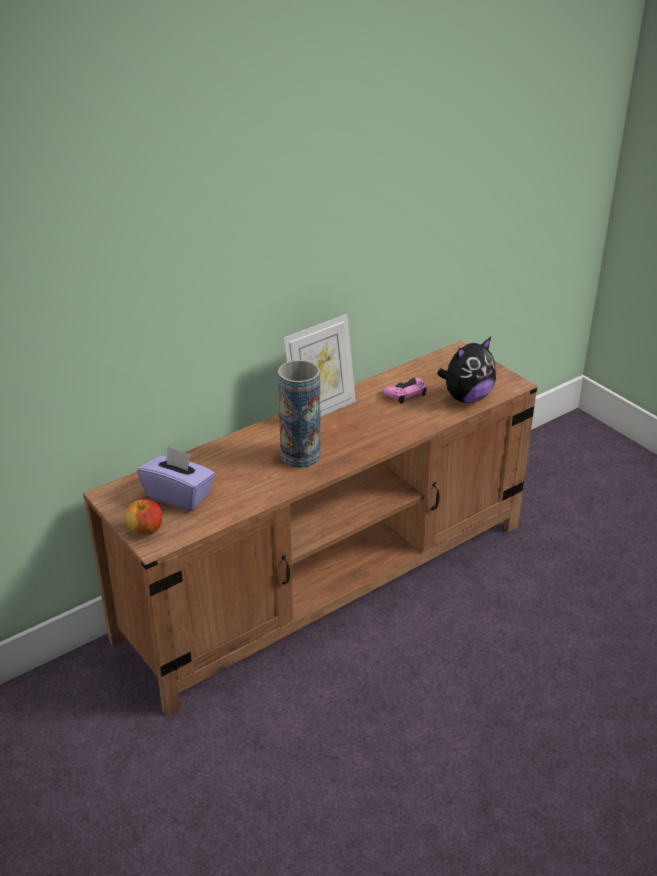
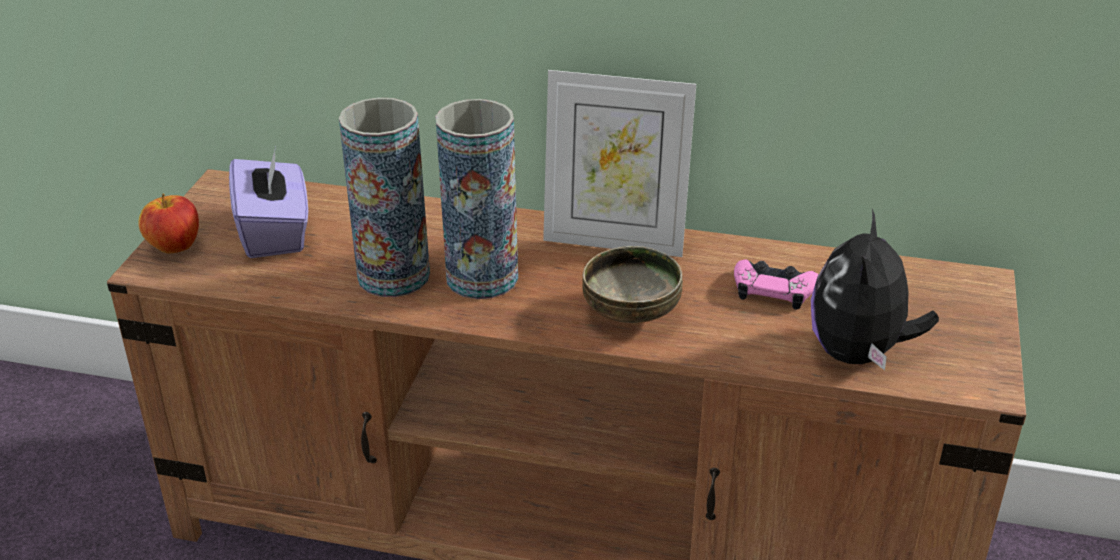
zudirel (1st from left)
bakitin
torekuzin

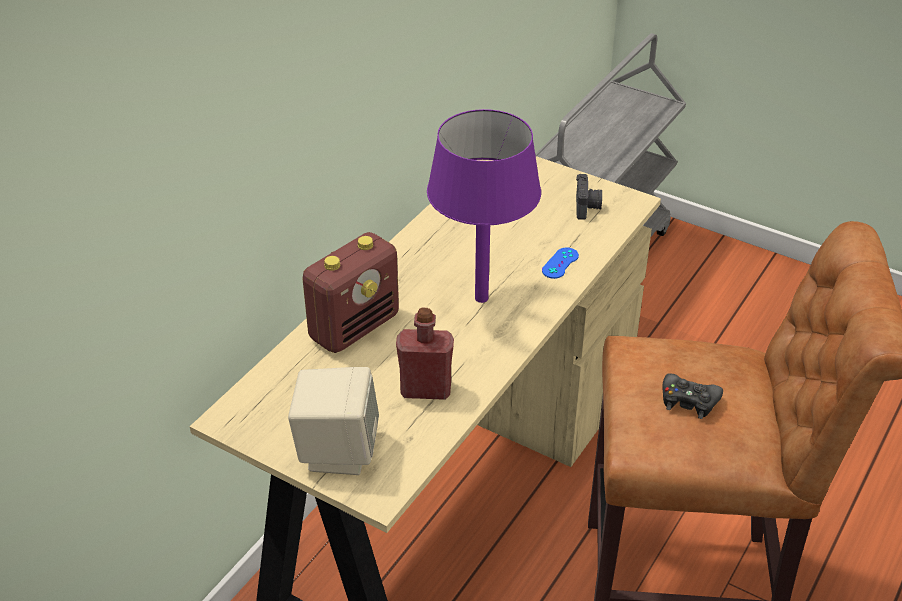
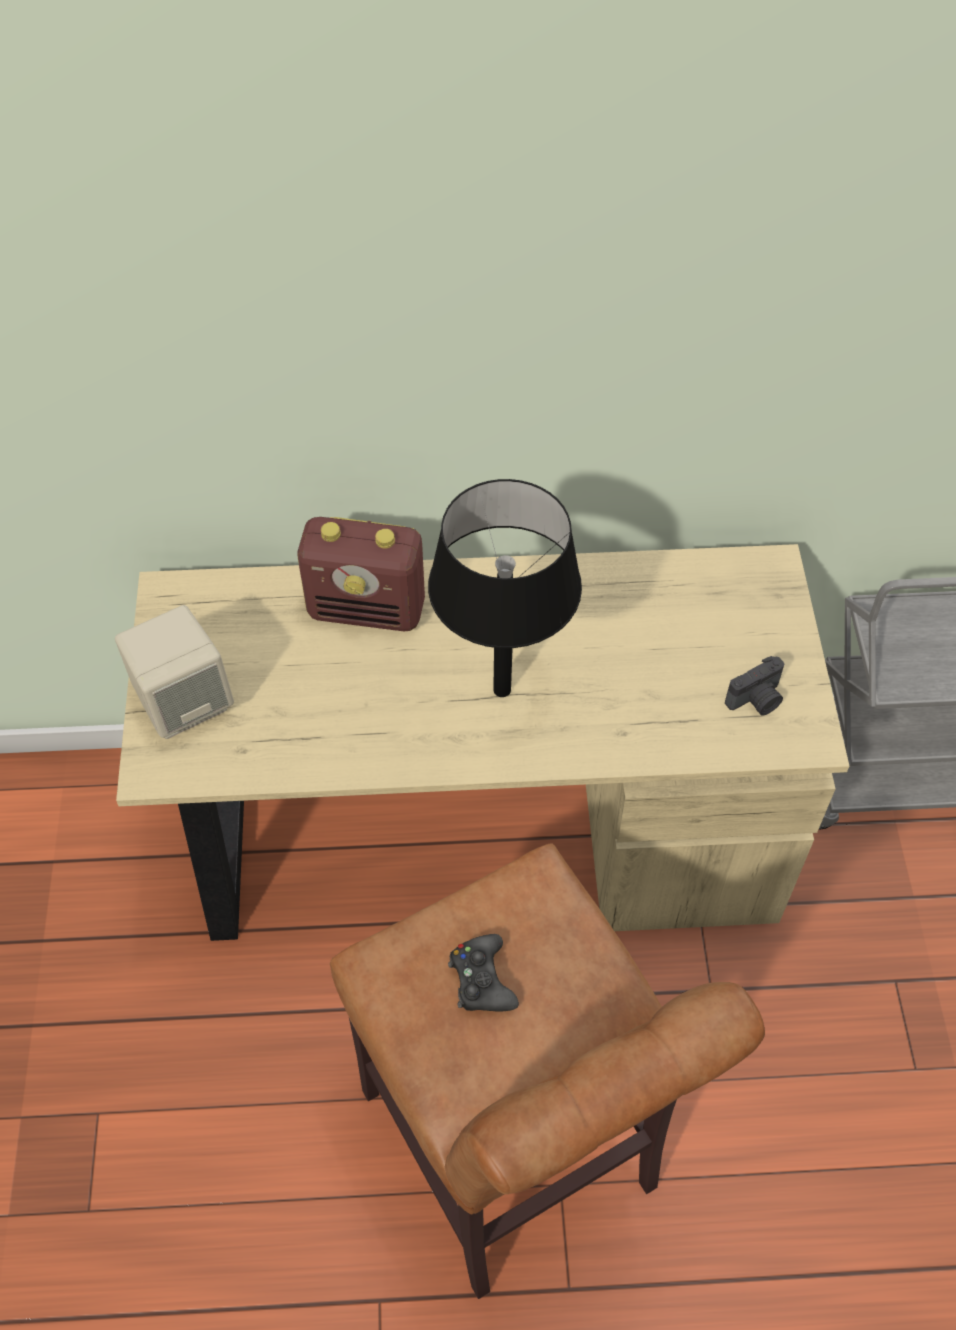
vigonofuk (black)
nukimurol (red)
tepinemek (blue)

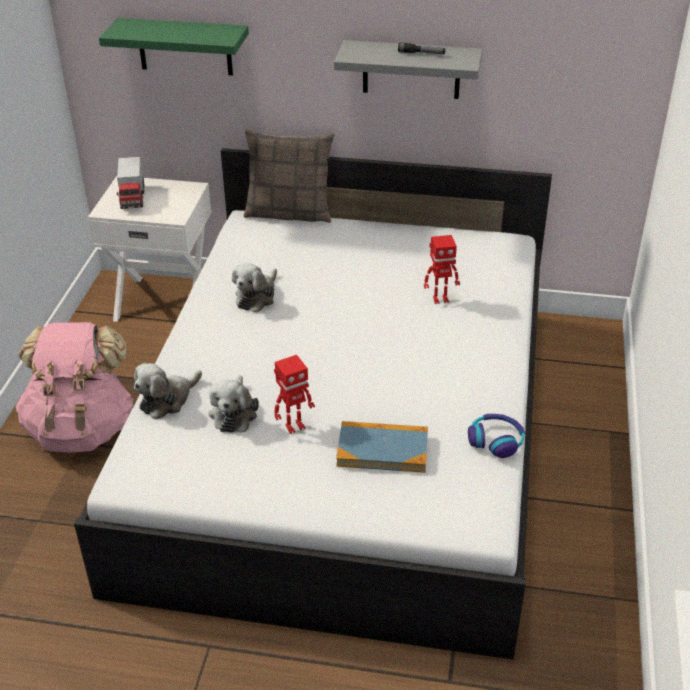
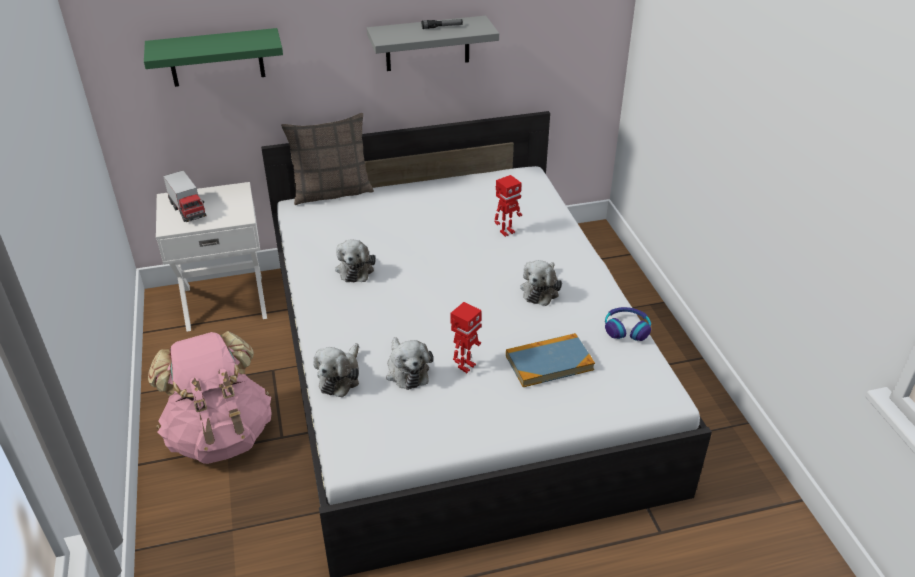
torekuzin (4th from left)

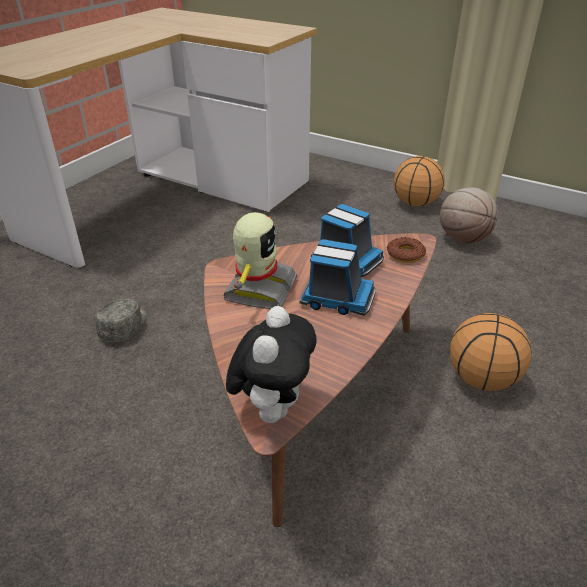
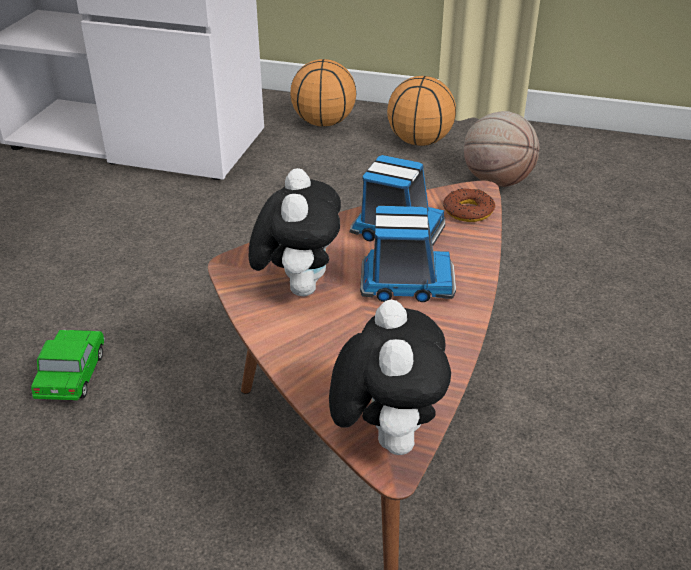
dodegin
torekuzin (1st from left)
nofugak (1st from left)

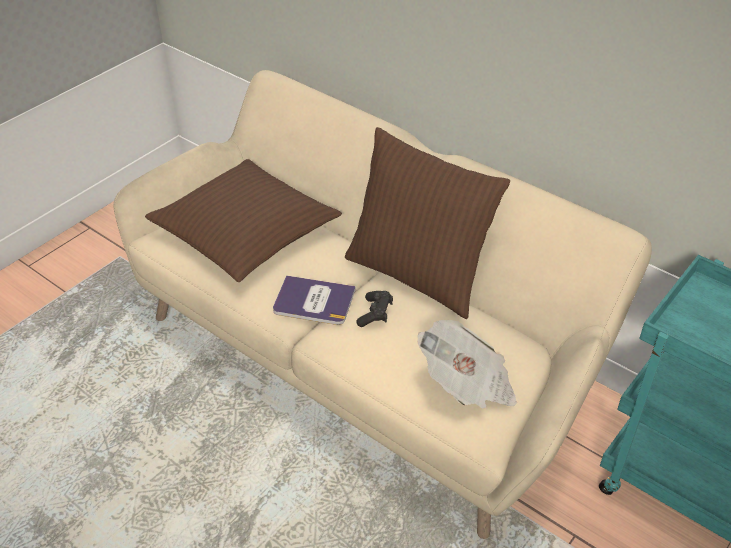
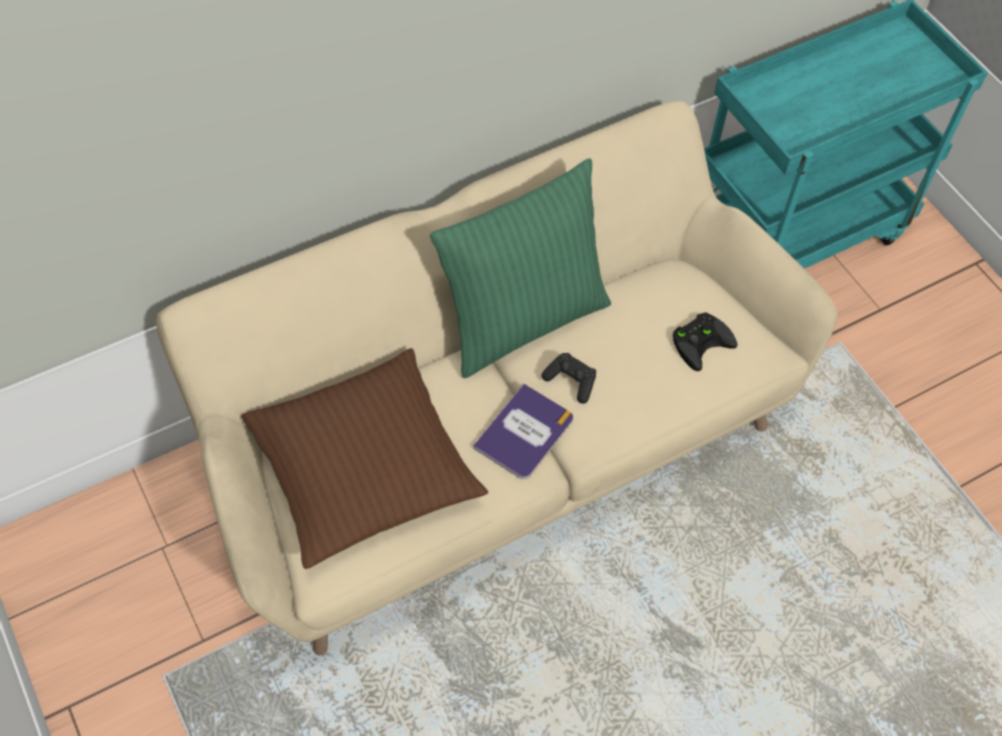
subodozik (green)
tepinemek (black) (2nd from left)

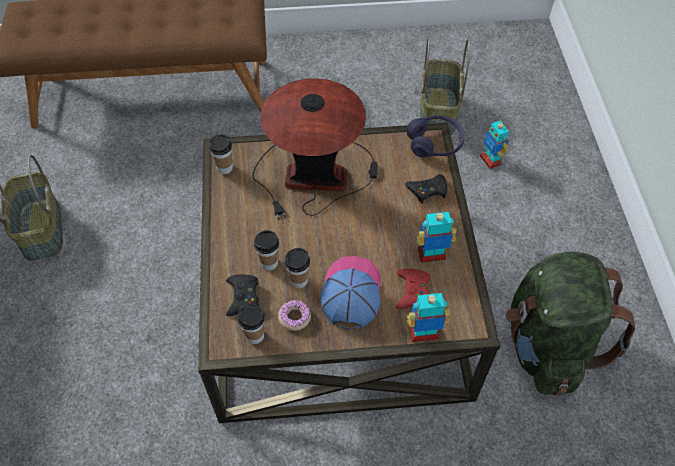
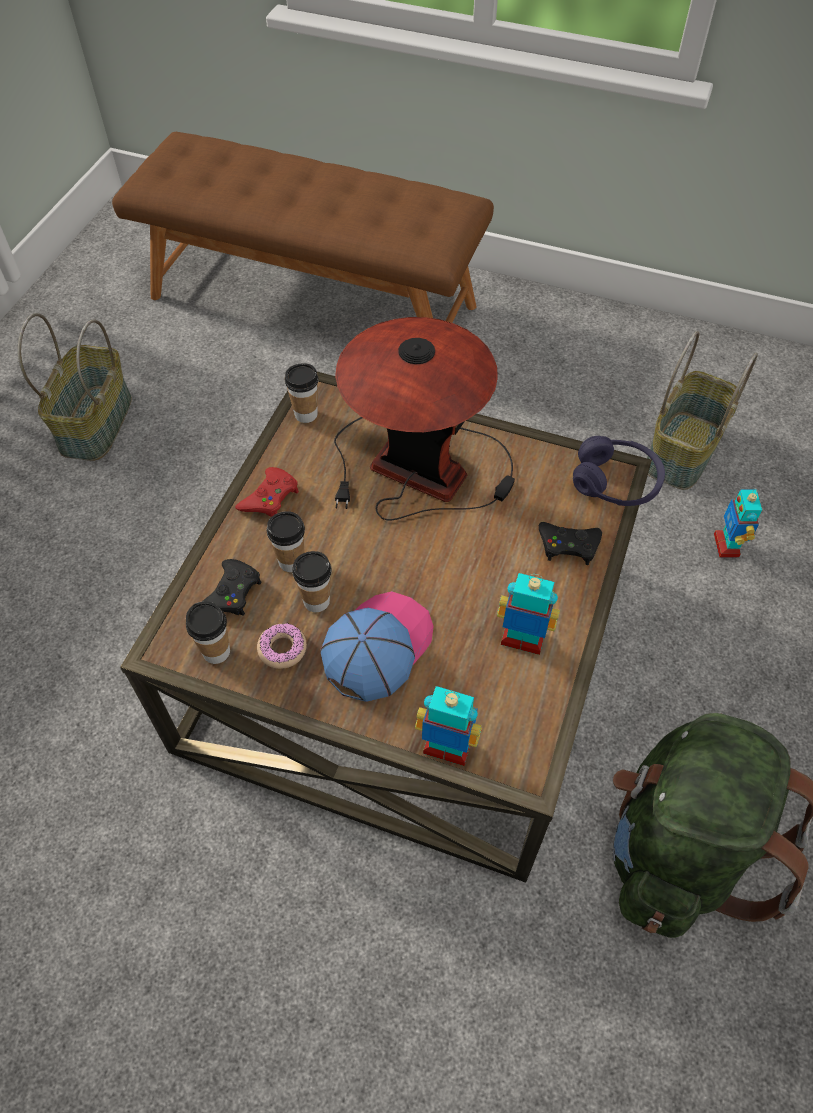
tepinemek (red)

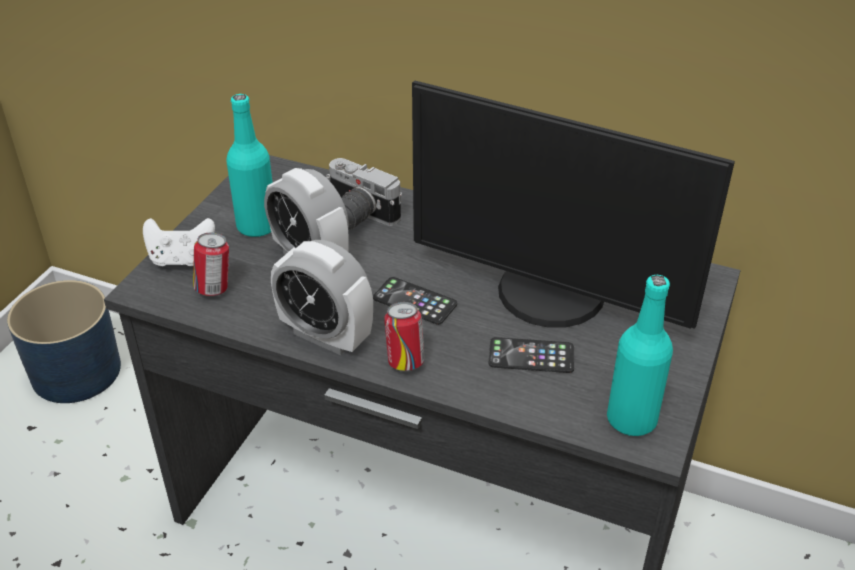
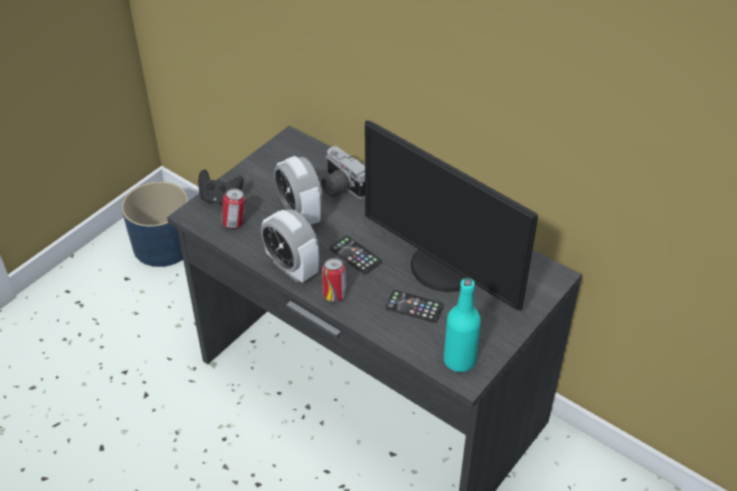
tepinemek (black)
nukimurol (turquoise) (1st from left in the first image)

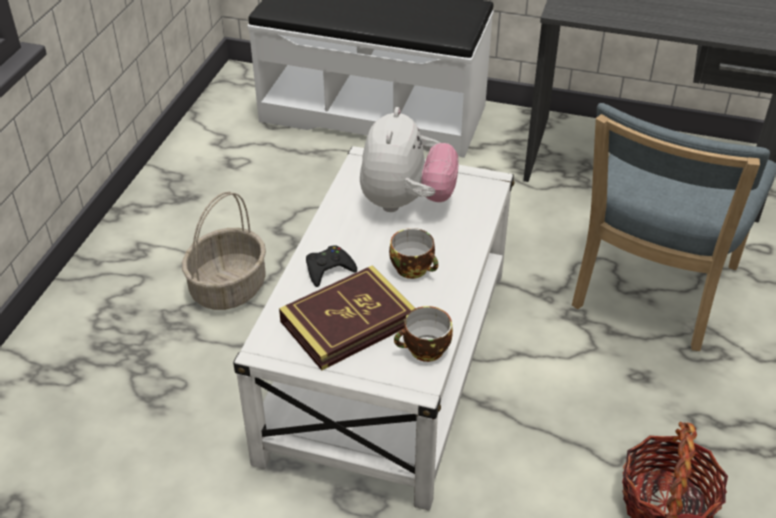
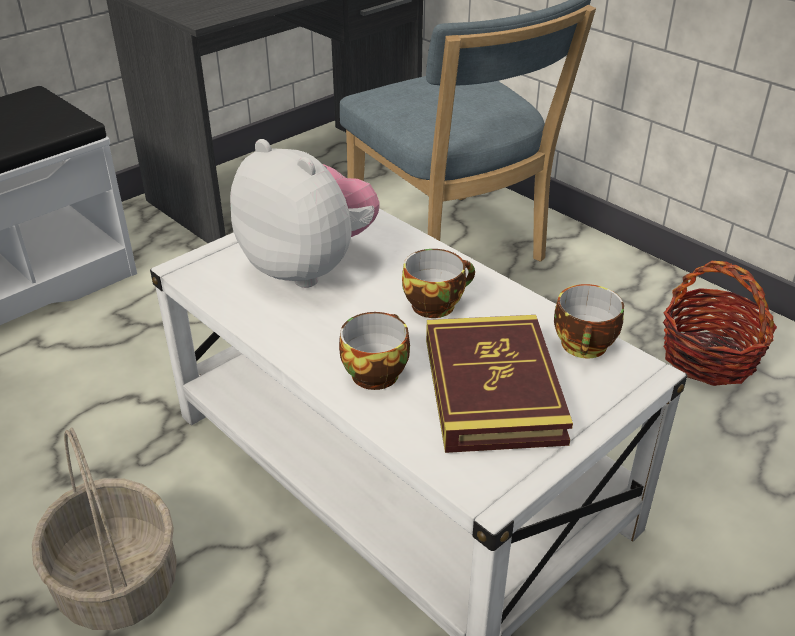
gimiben (1st from left)

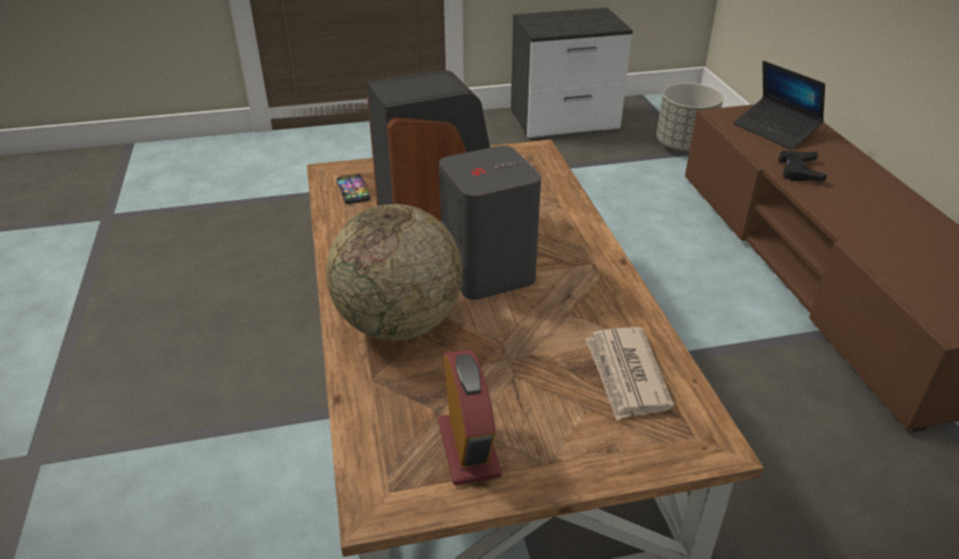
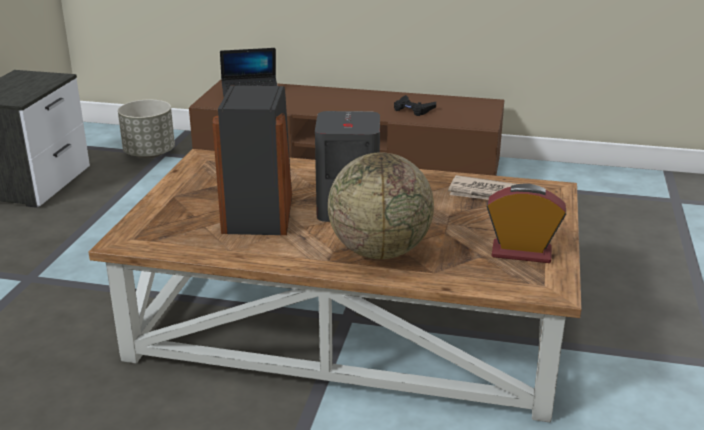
tepinemek (black)
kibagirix

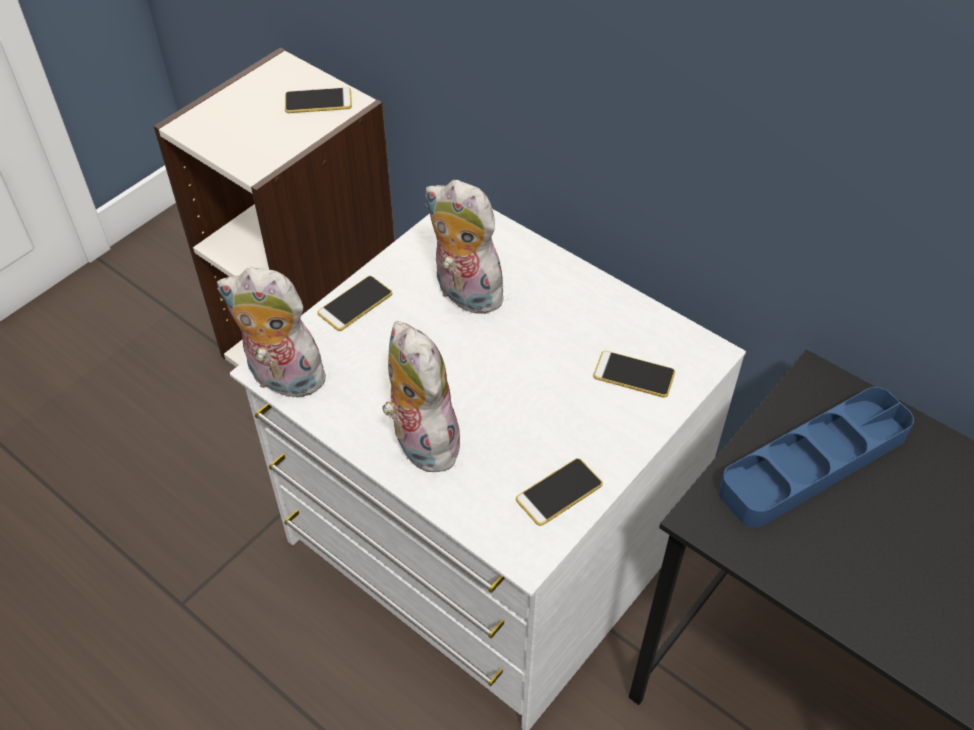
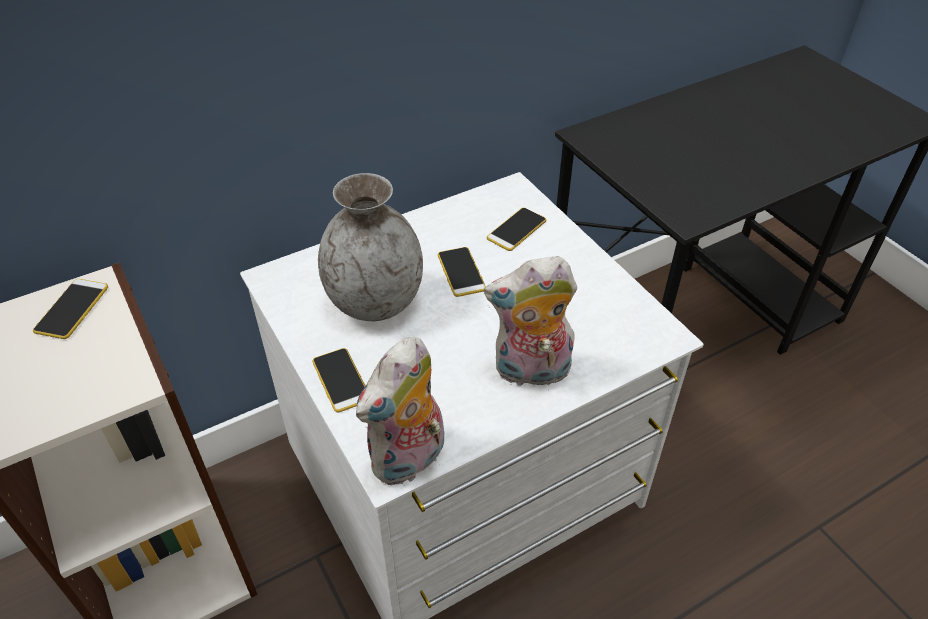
zudirel (grey)
kibagirix (3rd from left)
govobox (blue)

